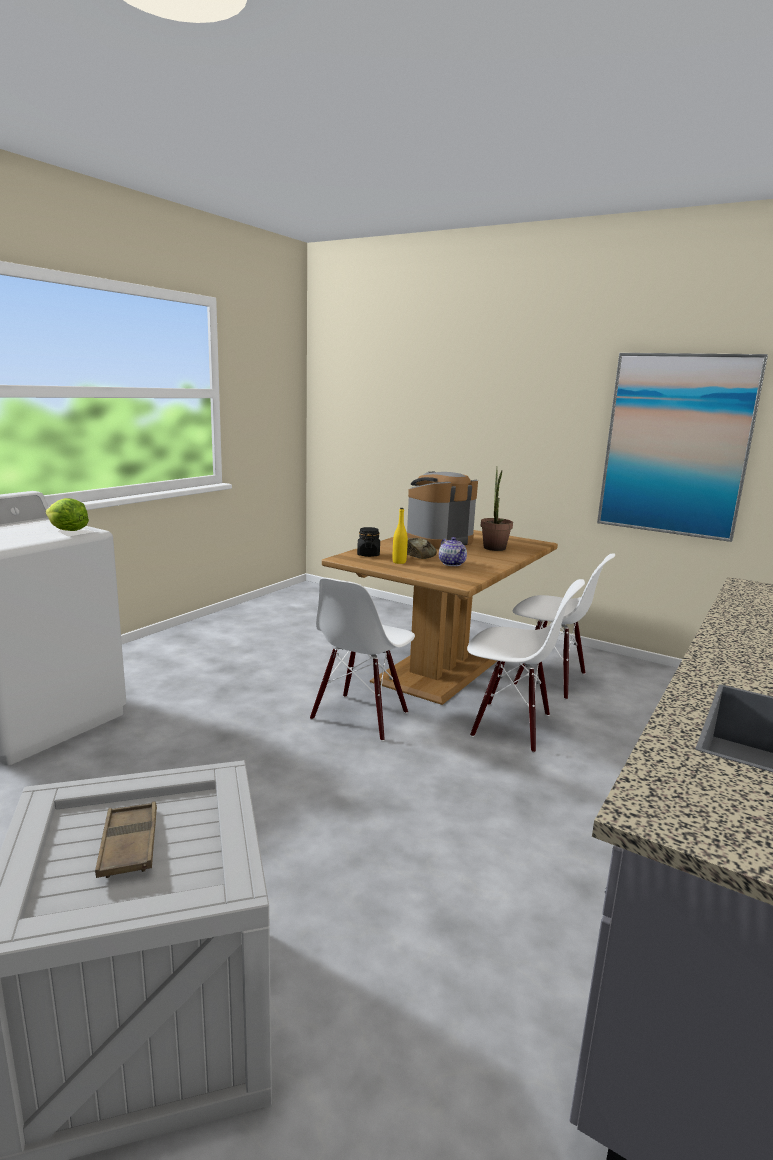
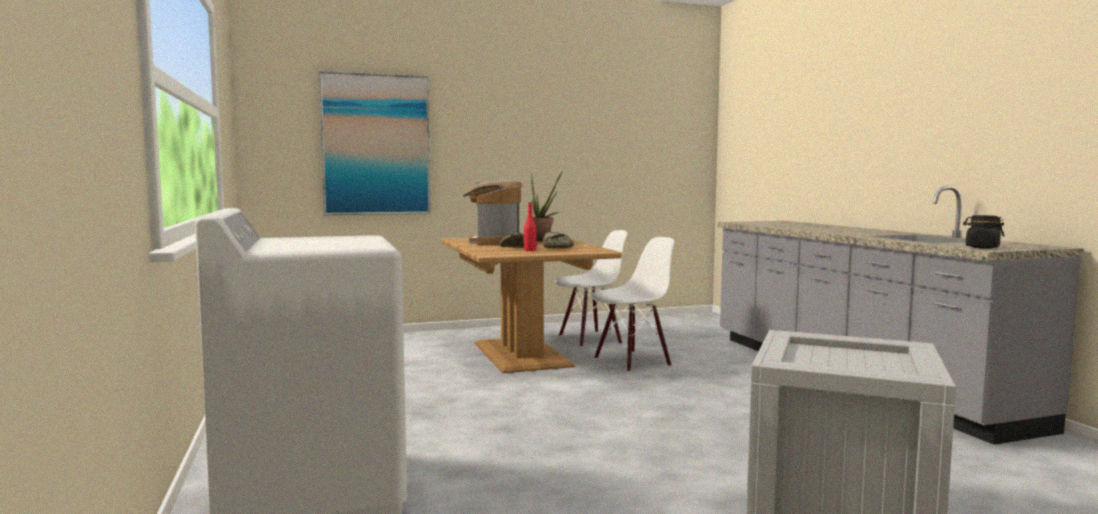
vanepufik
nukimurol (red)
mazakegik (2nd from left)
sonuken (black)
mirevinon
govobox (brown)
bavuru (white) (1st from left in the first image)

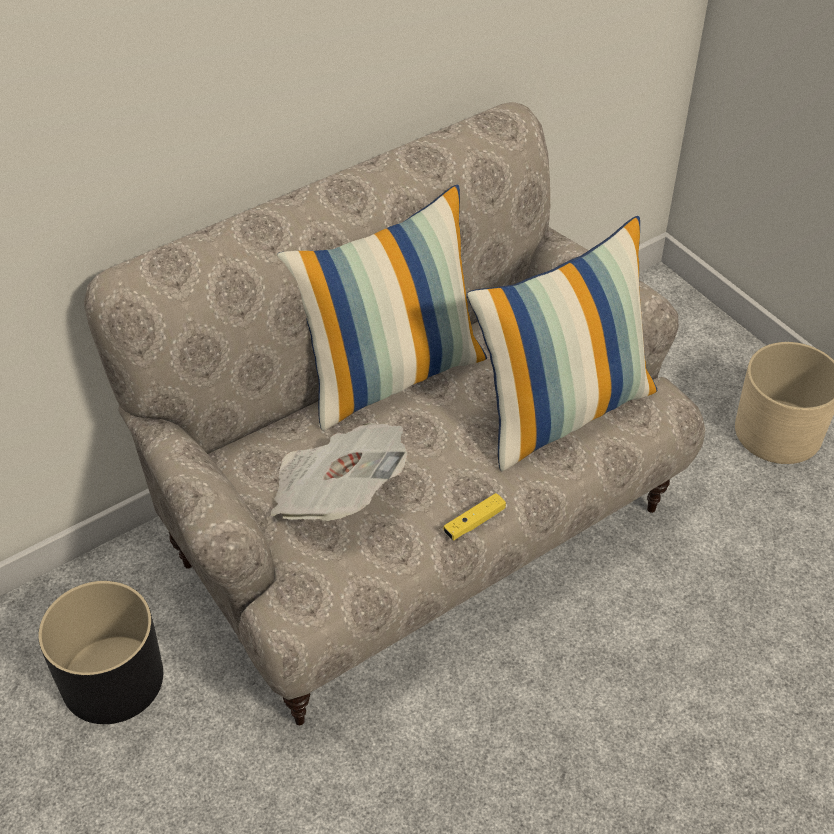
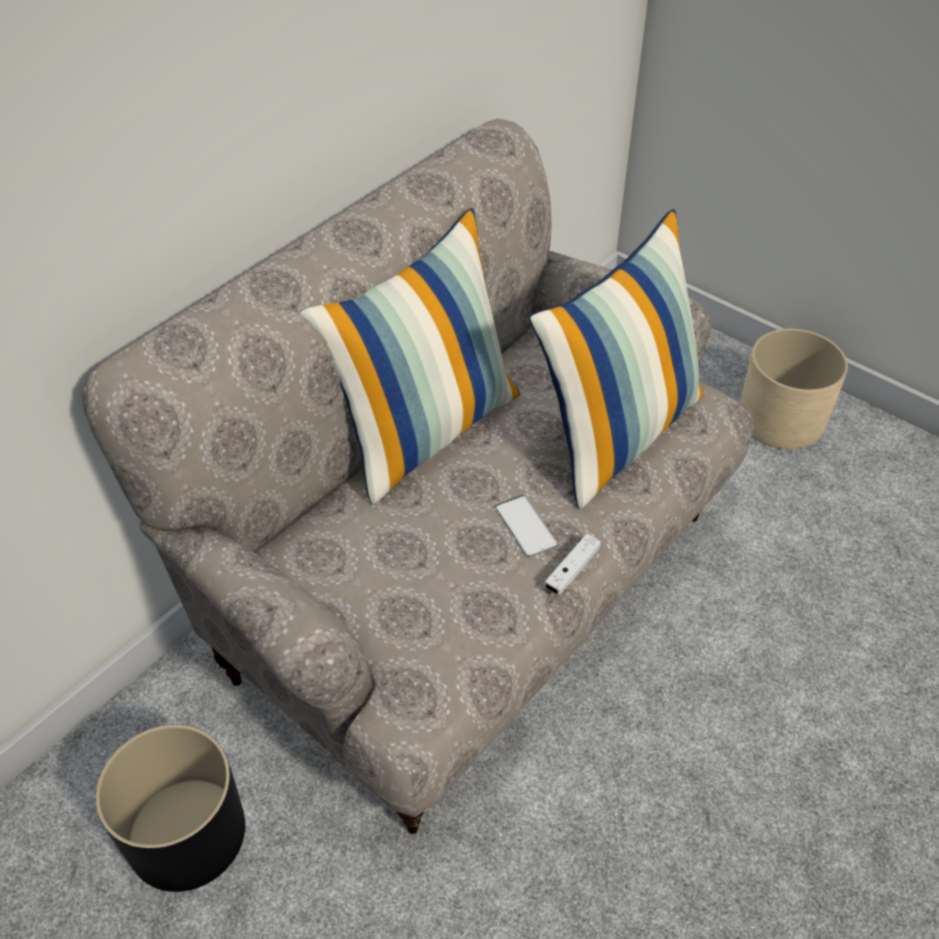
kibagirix
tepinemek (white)
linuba

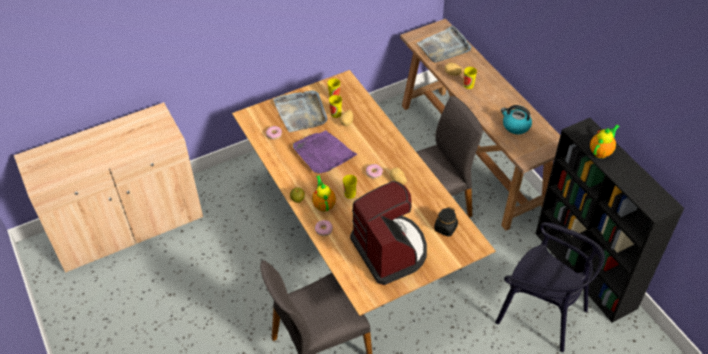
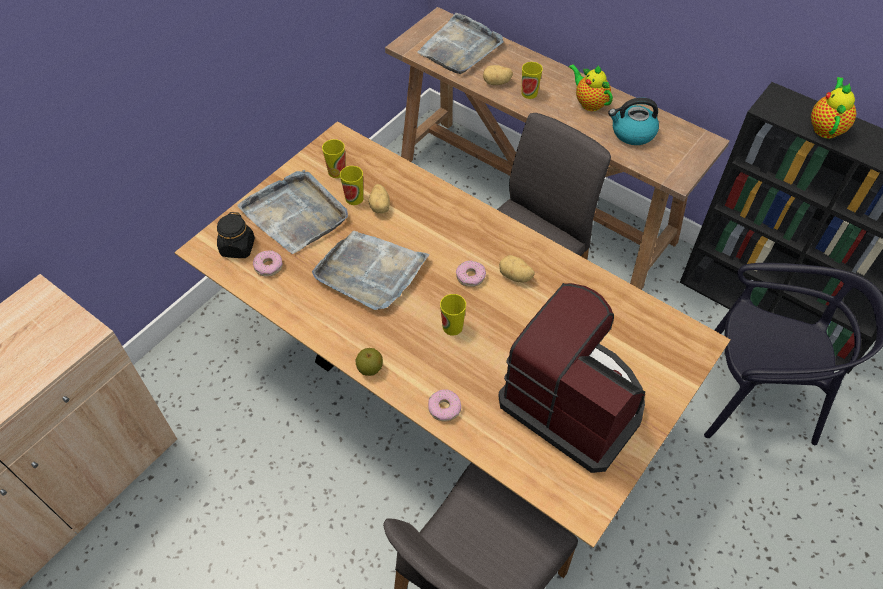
sonuken (black)
govobox (grey) (2nd from left)
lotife (1st from left)

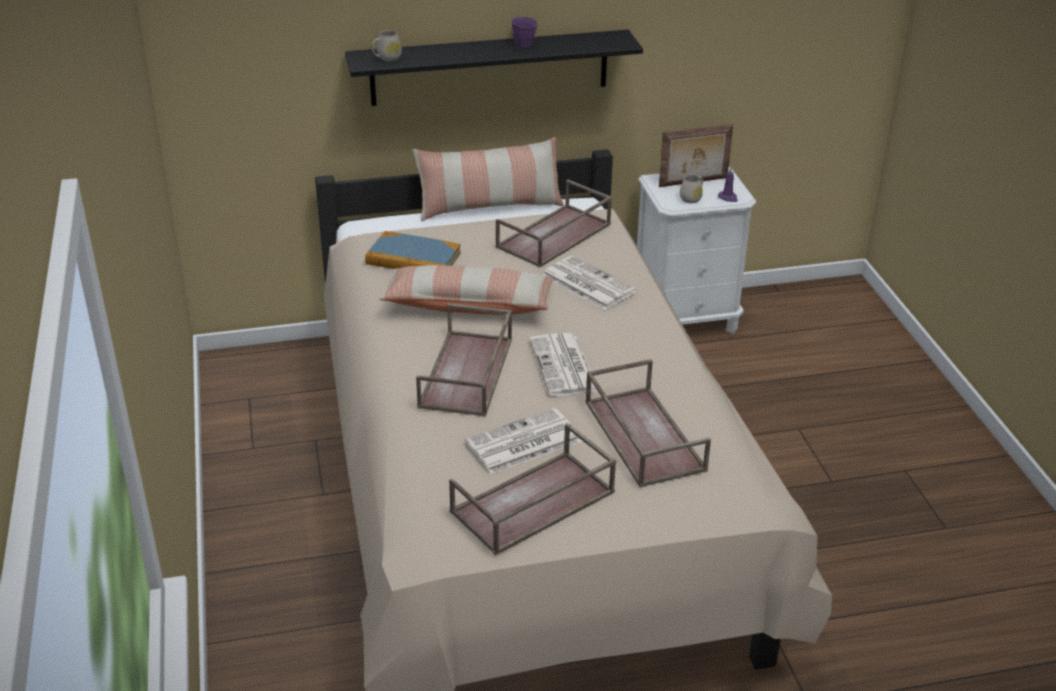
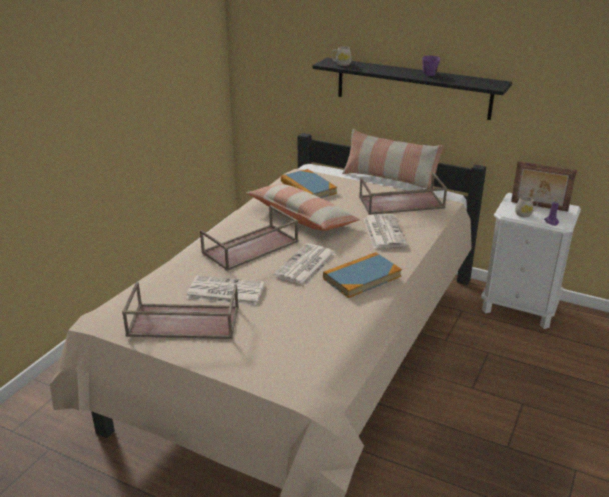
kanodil (2nd from left)
govobox (brown) (4th from left in the first image)

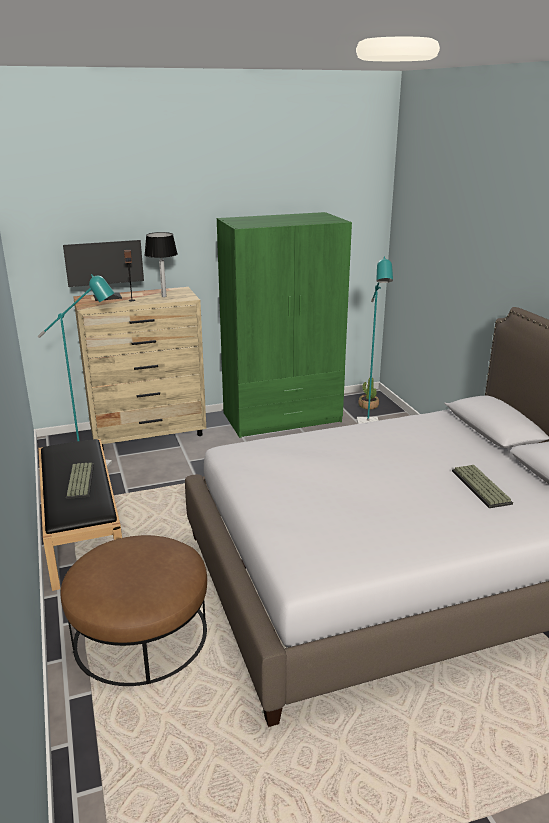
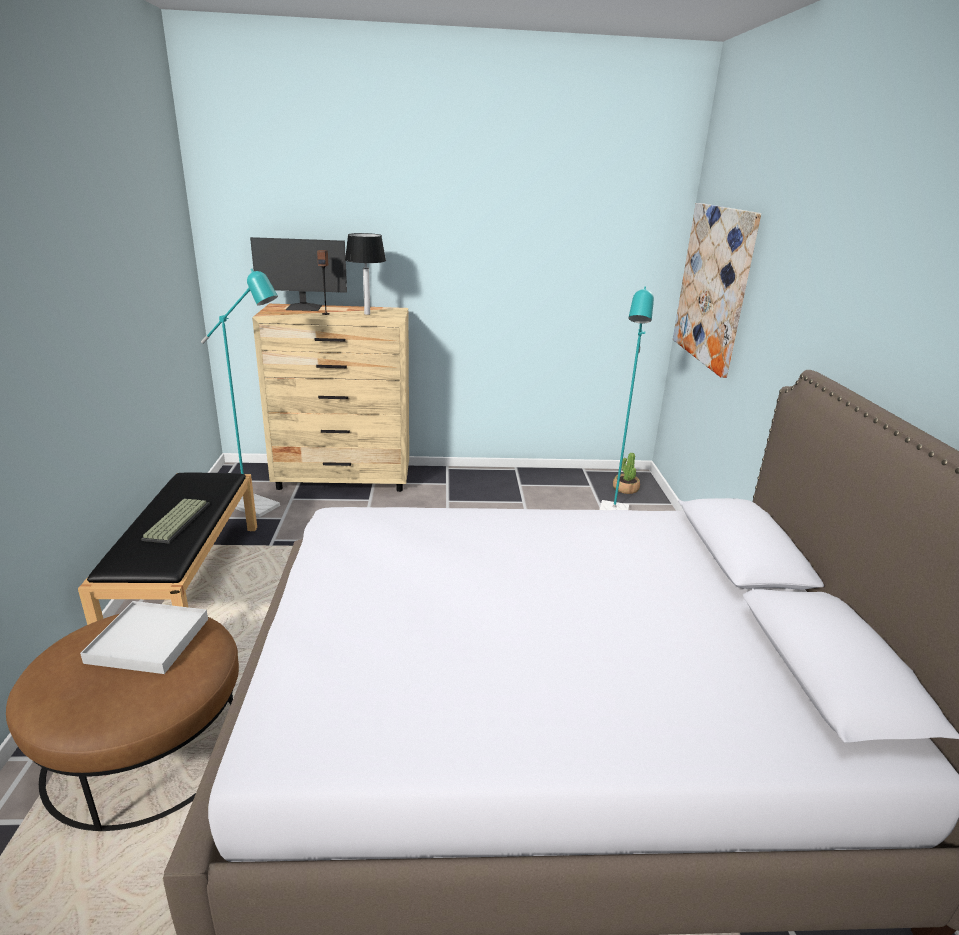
govobox (white)
vanepufik
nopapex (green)
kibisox (2nd from left in the first image)

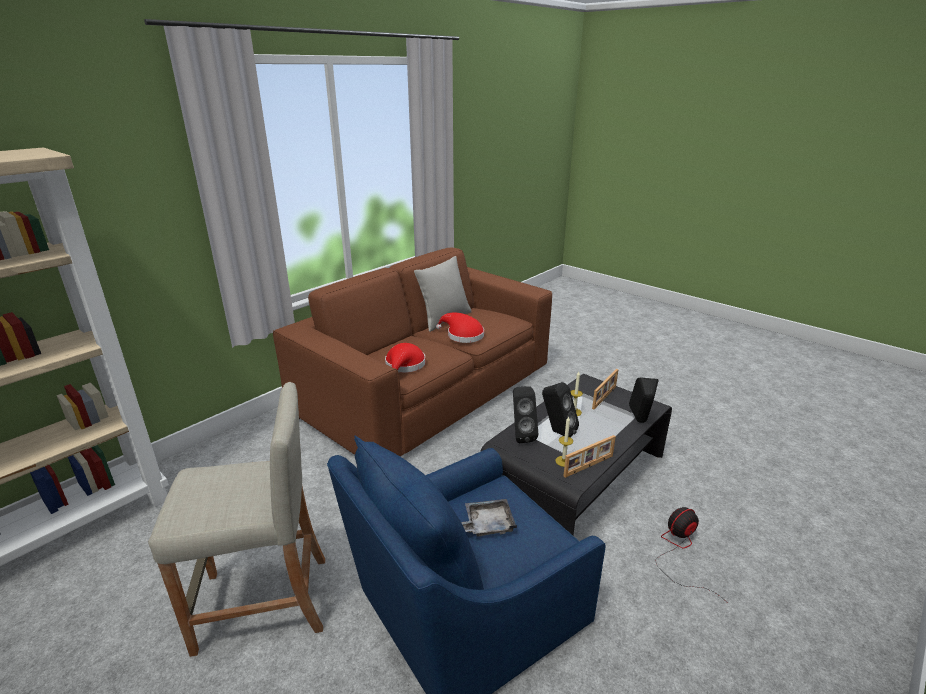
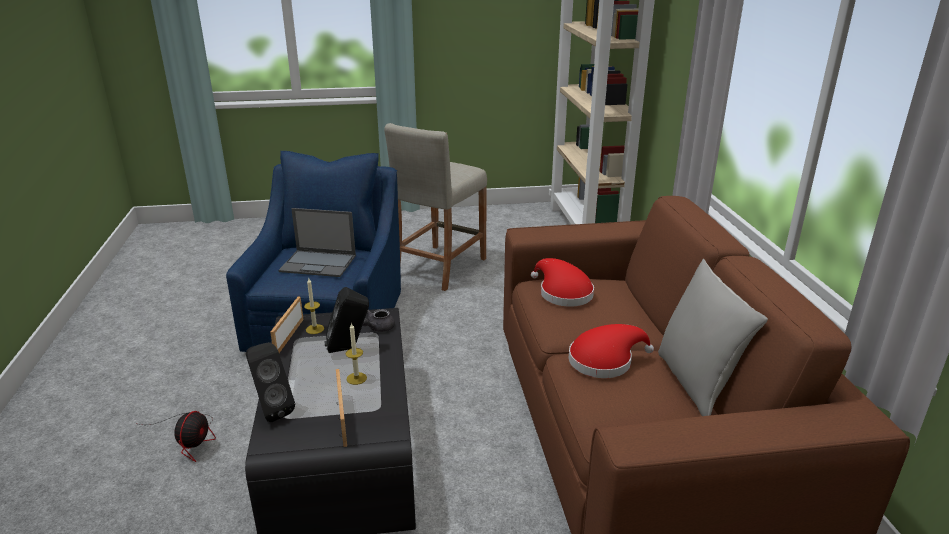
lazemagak
lotife (grey)

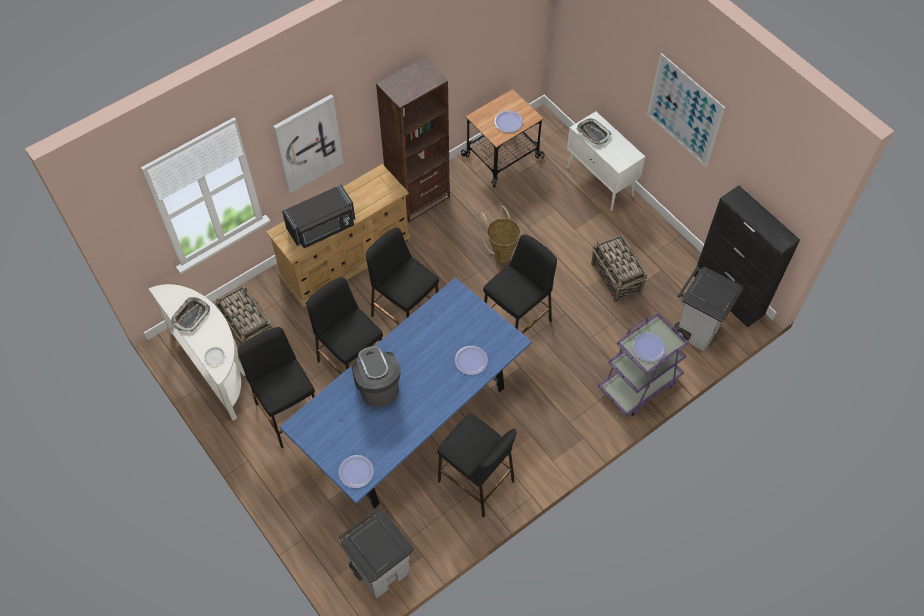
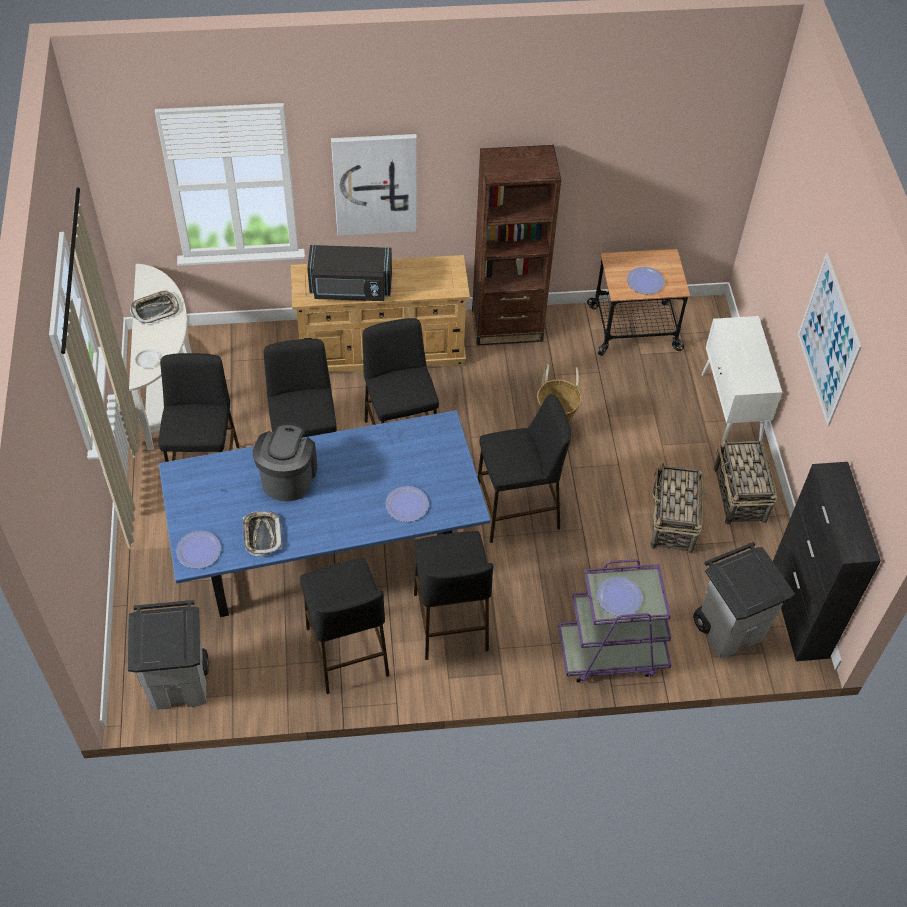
govobox (2nd from left)
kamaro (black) (5th from left)
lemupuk (3rd from left)

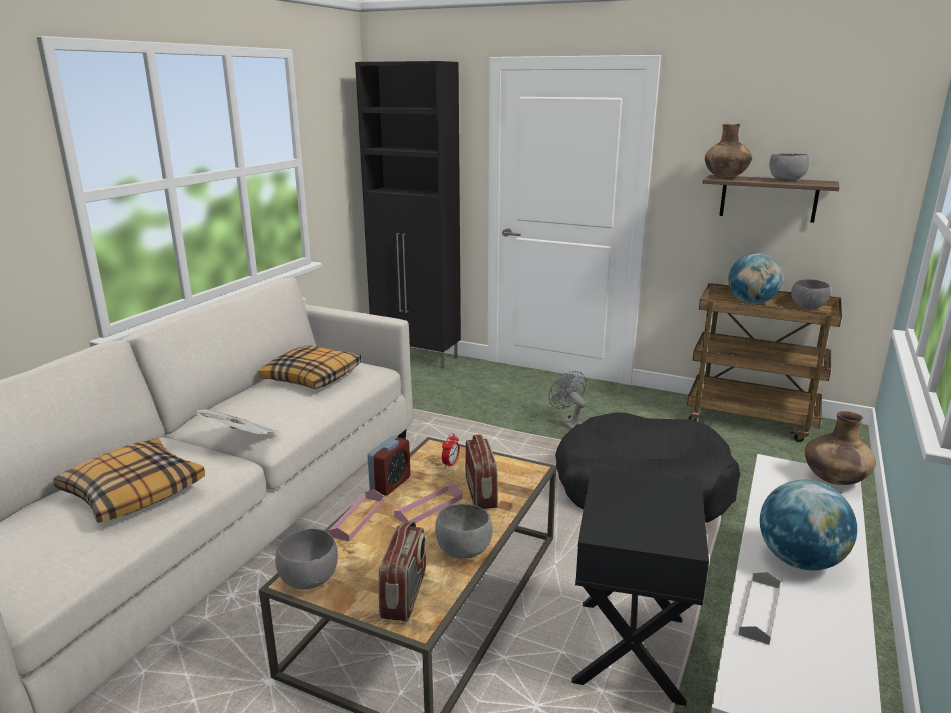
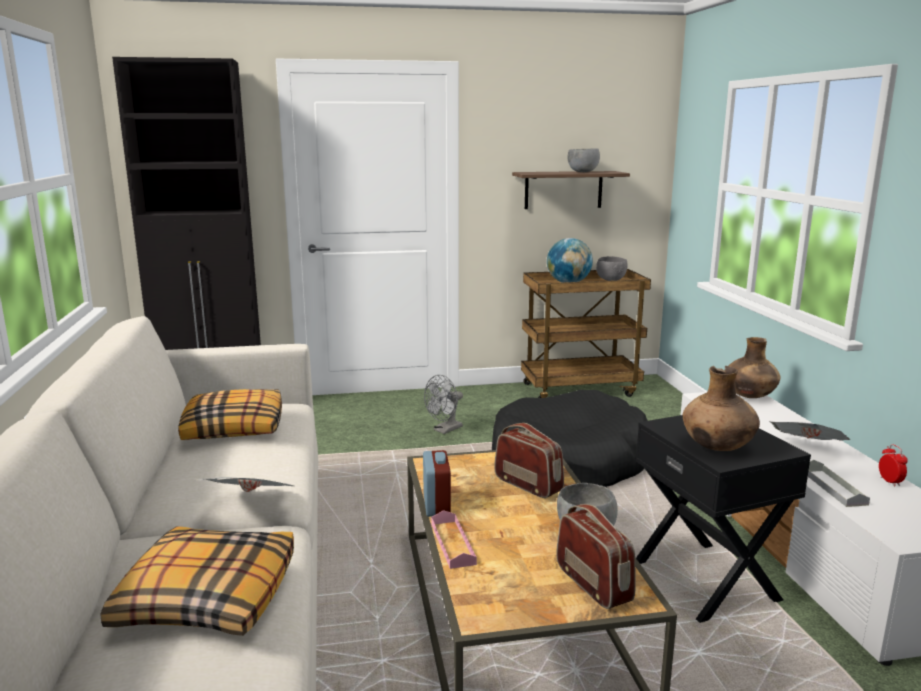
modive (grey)
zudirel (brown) (1st from left)
linuba (2nd from left)
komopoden (2nd from left)
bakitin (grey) (1st from left in the first image)
govobox (pink) (2nd from left in the first image)

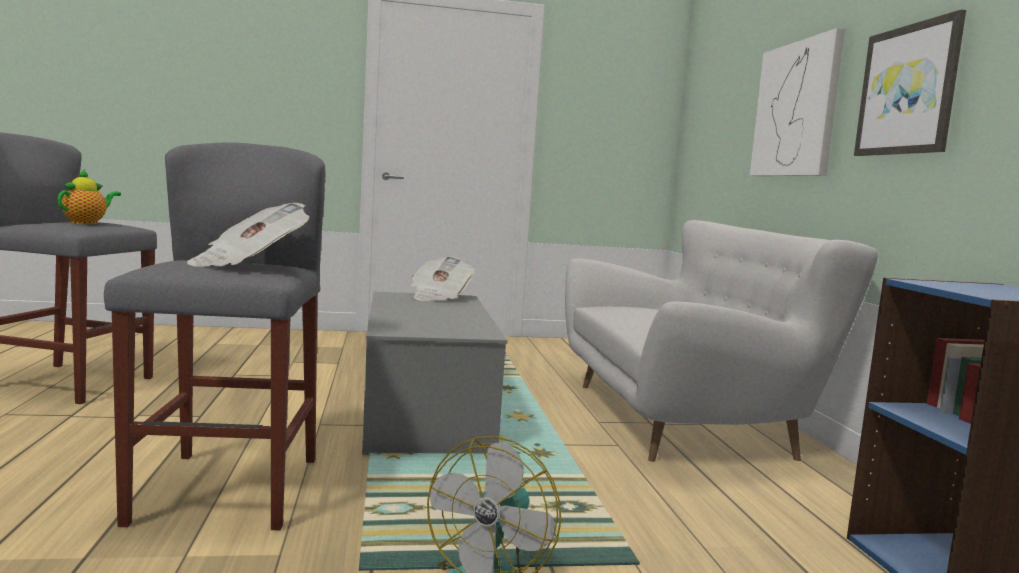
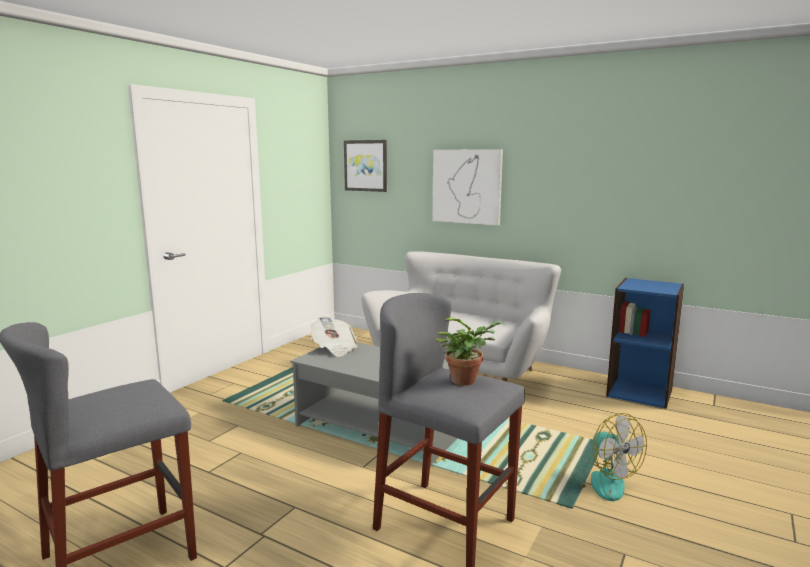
vanepufik (1st from left)
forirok
lotife

